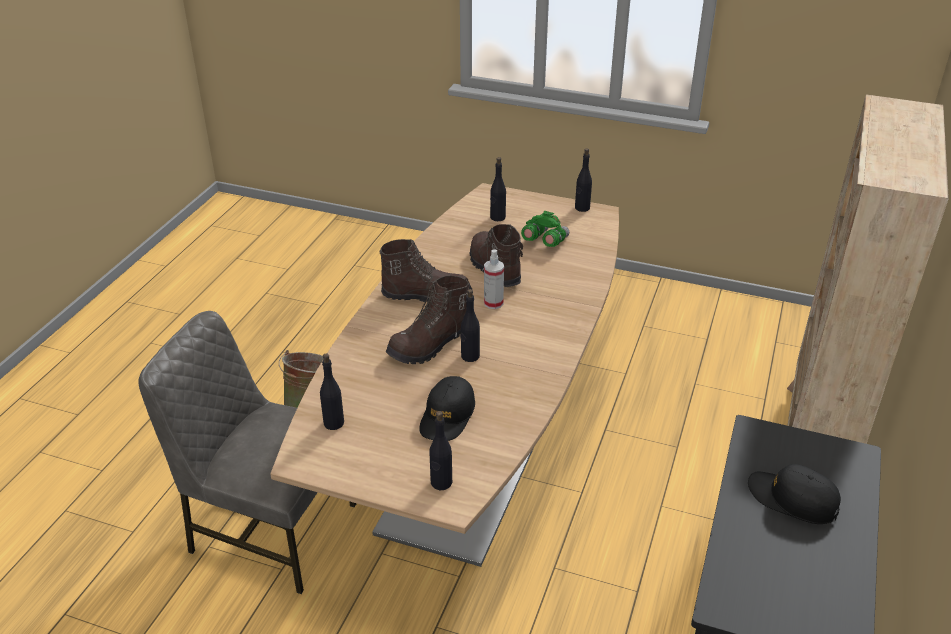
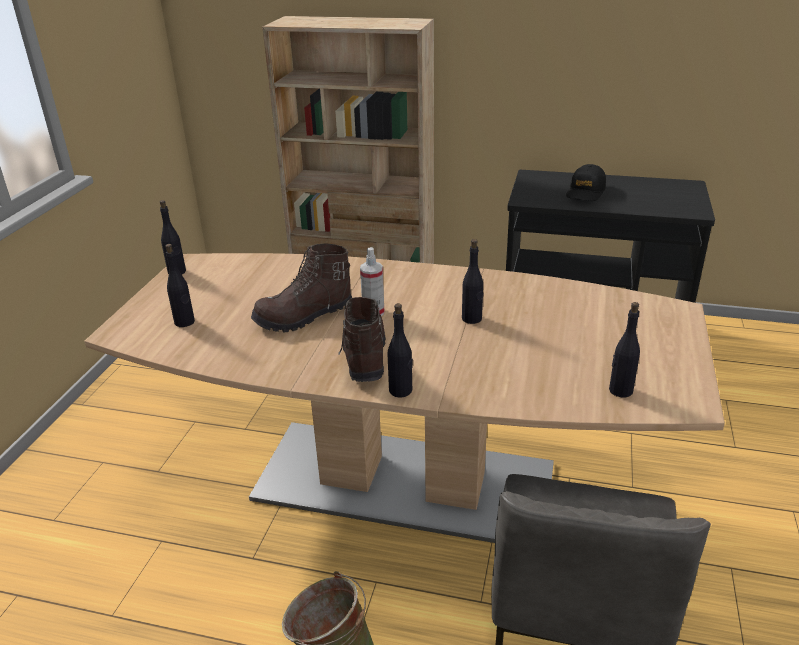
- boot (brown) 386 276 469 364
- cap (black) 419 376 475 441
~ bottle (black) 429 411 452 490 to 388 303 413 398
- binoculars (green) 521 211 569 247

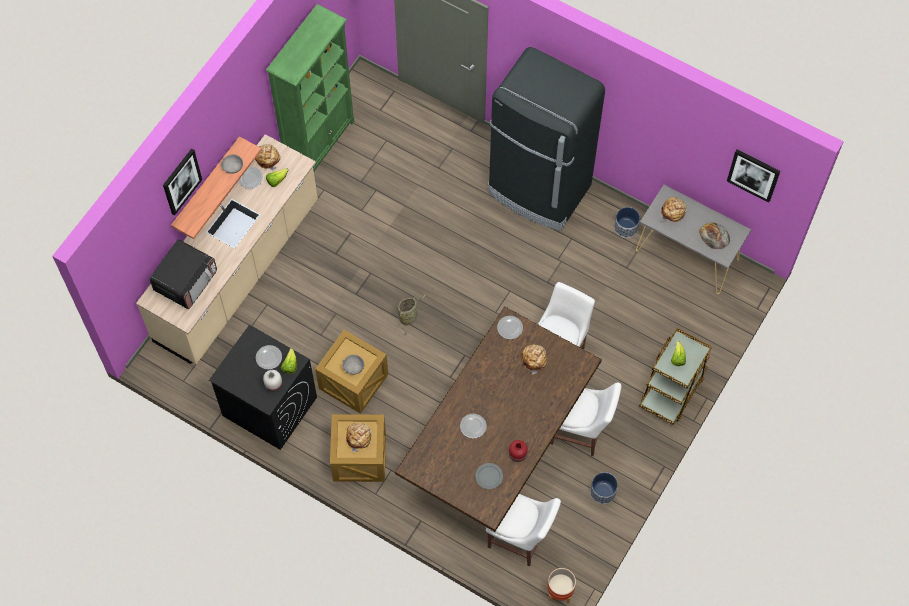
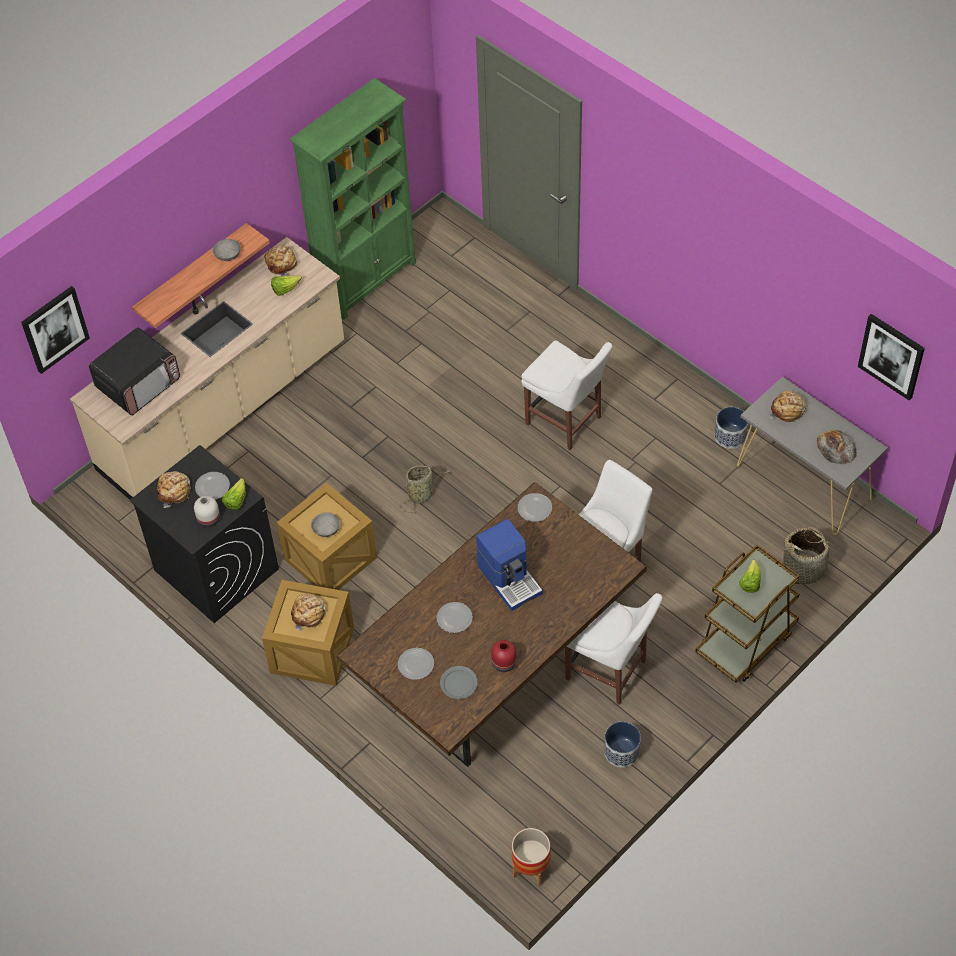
~ picture 163 148 202 215 to 21 286 90 374
~ plate 238 167 263 189 to 398 648 434 680
~ chair (white) 486 494 561 566 to 521 341 612 450
- fridge (black) 488 47 605 231
~ bread 522 345 548 374 to 157 471 191 508
+ coffee machine 476 519 543 611
+ basket 783 527 839 584

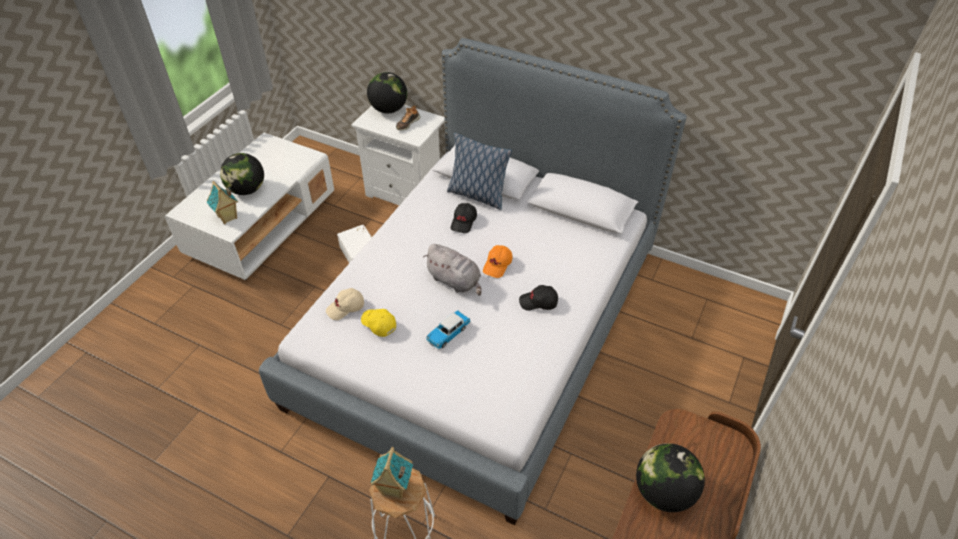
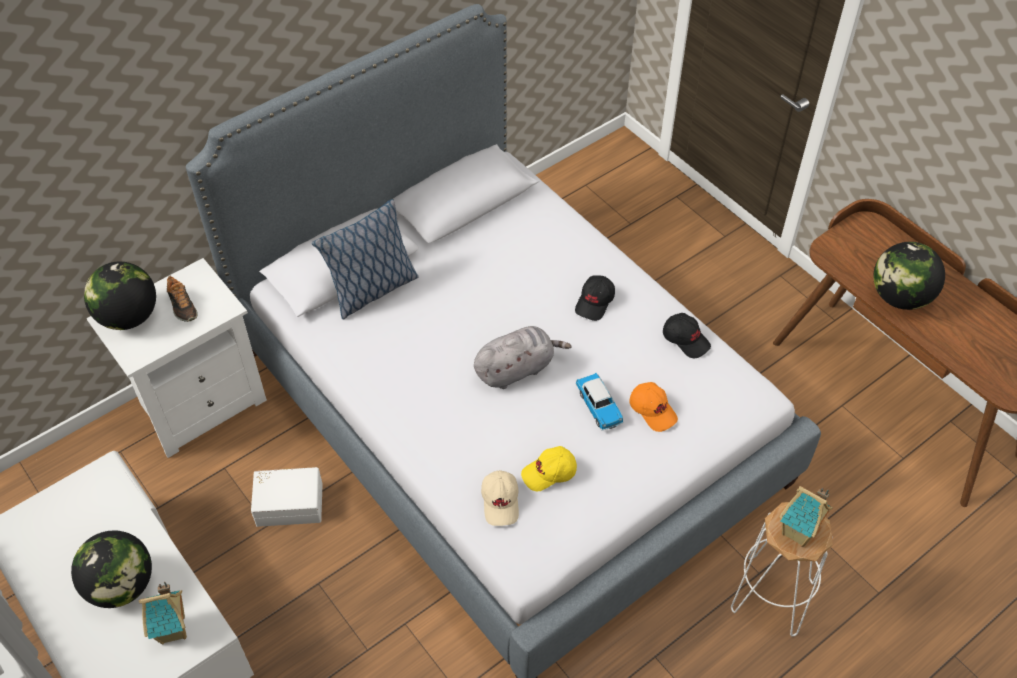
~ cap (black) 451 203 477 233 to 663 313 711 358
~ cap (orange) 483 245 512 278 to 630 382 678 432

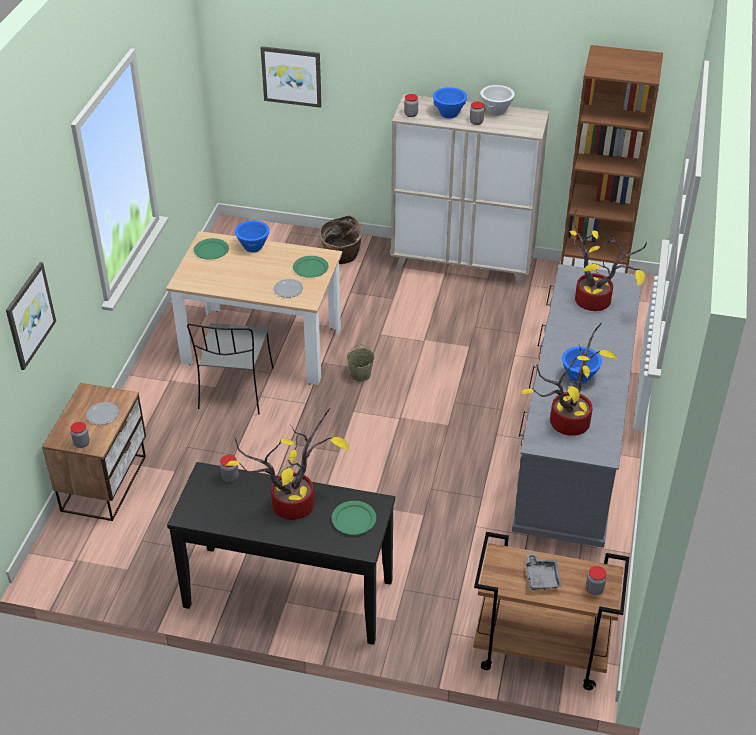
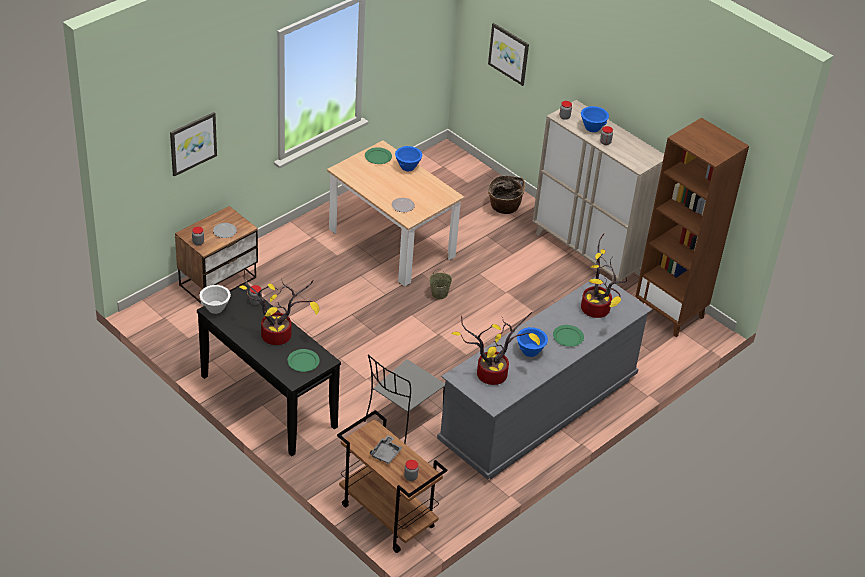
~ chair (grey) 187 323 274 415 to 364 354 445 444
~ plate (green) 293 256 329 278 to 553 325 584 347
~ bowl (white) 480 85 515 116 to 199 285 231 314

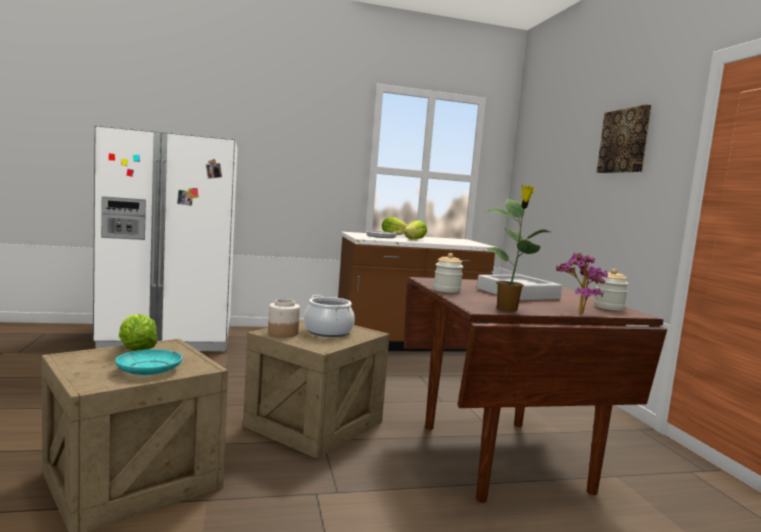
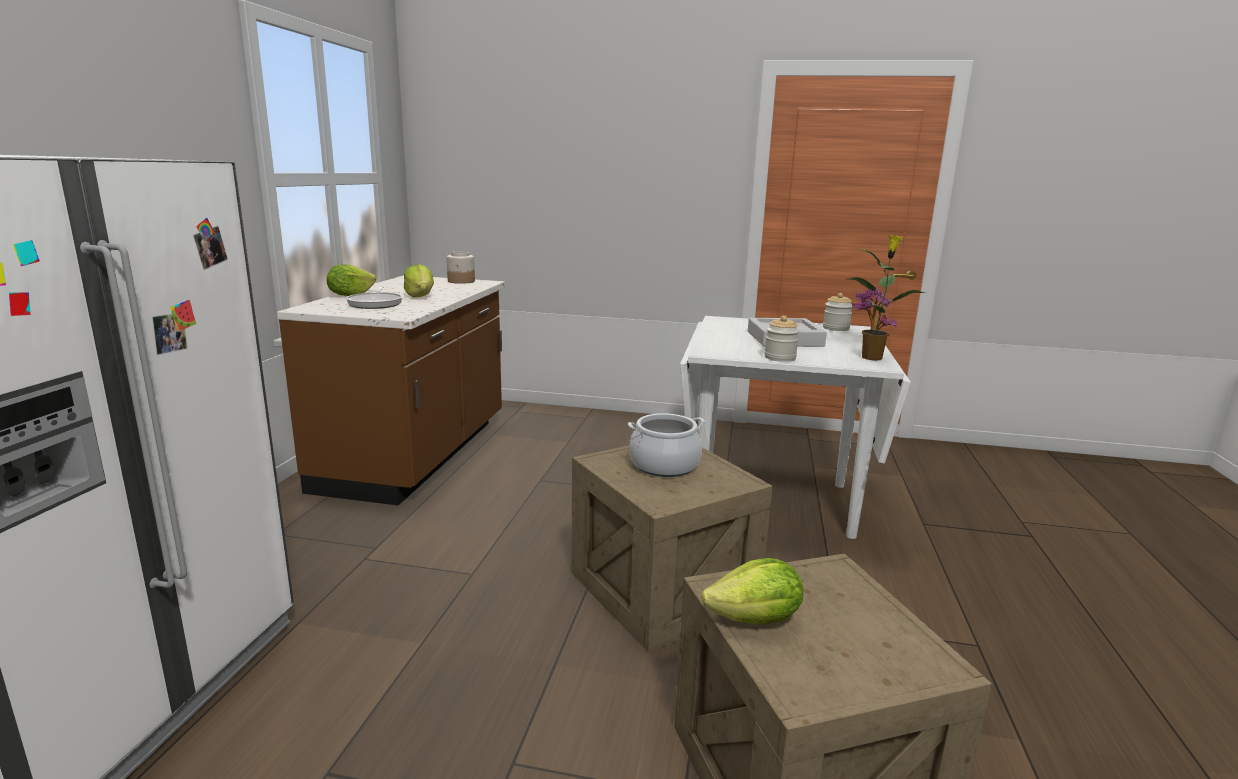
- plate (turquoise) 115 349 182 375
~ jar 268 299 300 337 to 447 251 475 284
~ dining table (brown) 404 277 667 503 to dining table (white) 680 316 911 539
- picture 597 105 652 173

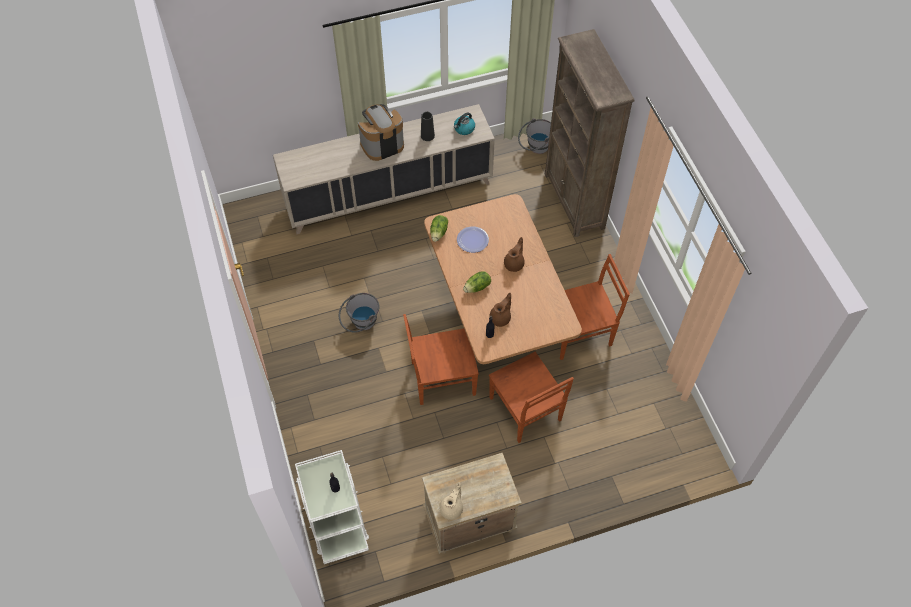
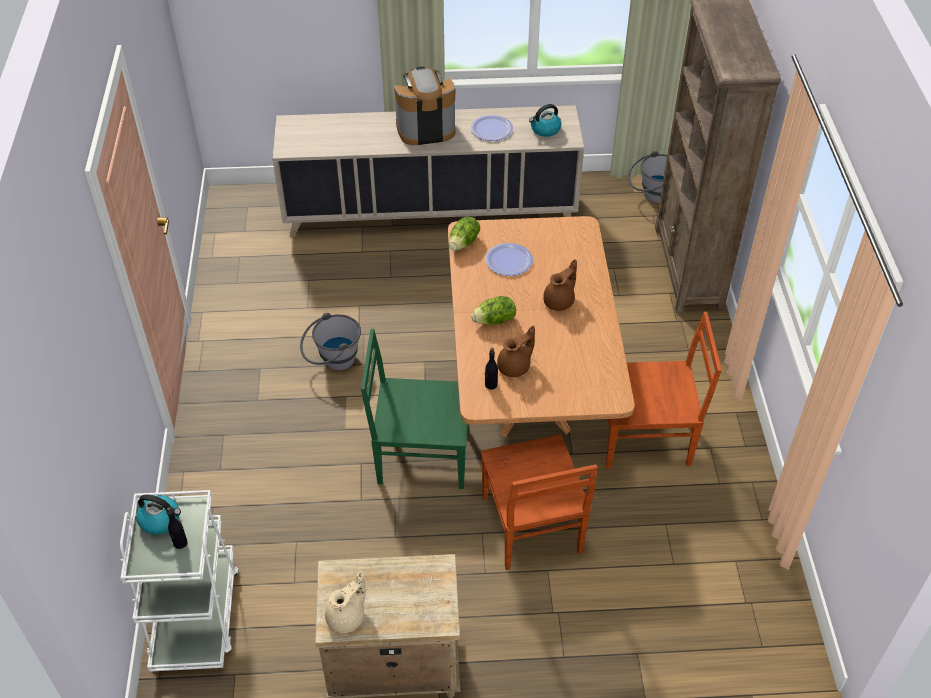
~ chair (brown) 403 314 479 405 to chair (green) 361 329 469 489
~ vase (black) 421 112 435 141 to plate 471 115 513 141
+ kettle 136 494 181 535

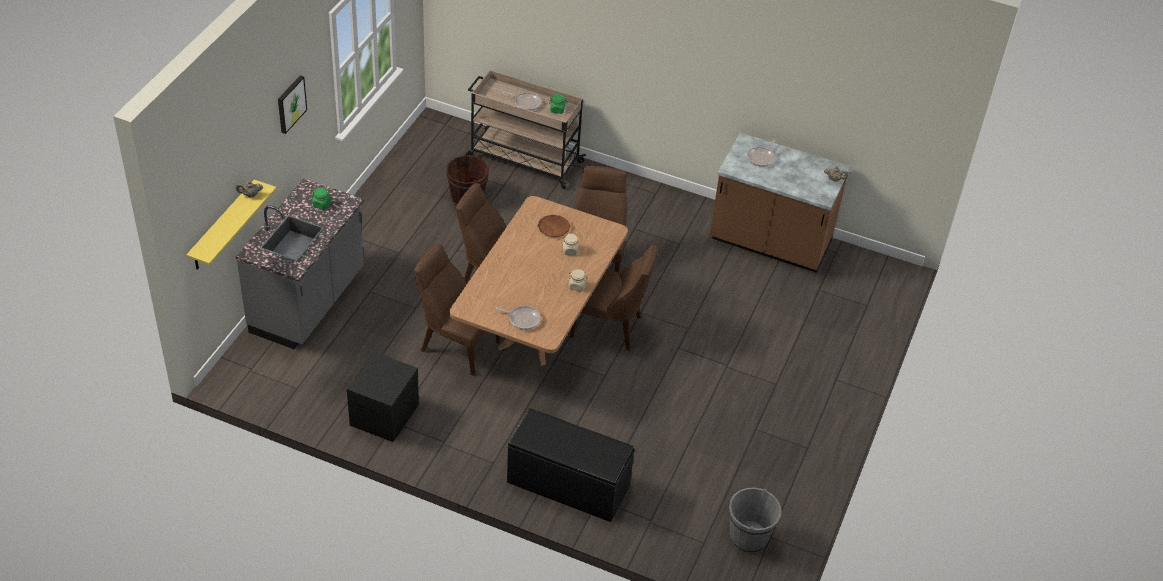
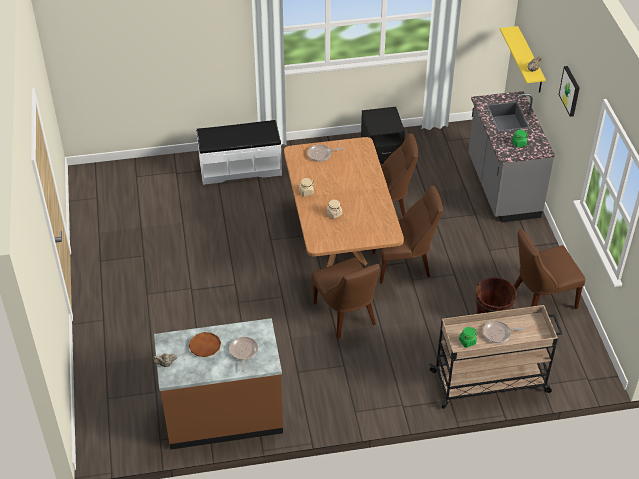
~ bench (black) 507 408 635 522 to bench (white) 196 120 282 185
~ plate (brown) 538 215 570 237 to 189 332 221 357
~ chair (brown) 570 244 657 350 to 514 229 585 309
- bucket (grey) 729 487 782 553

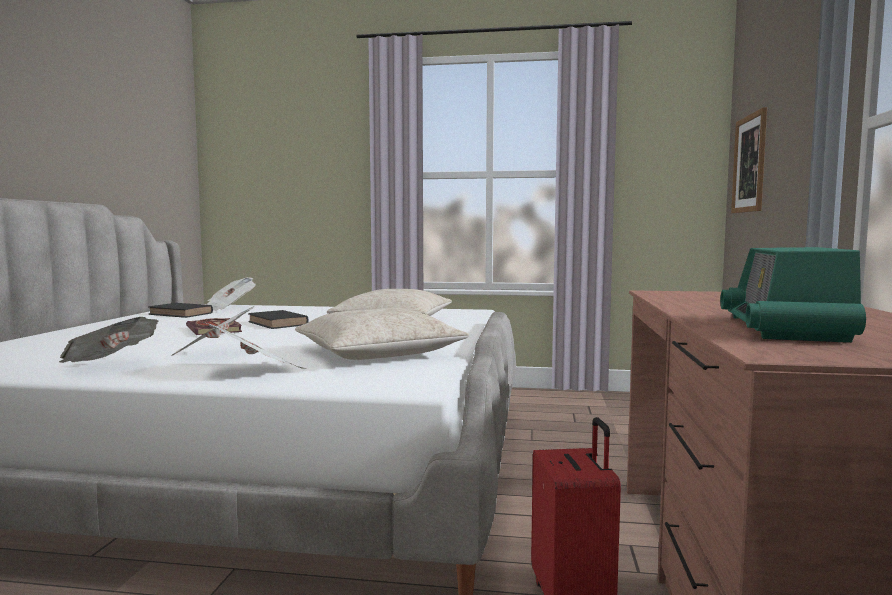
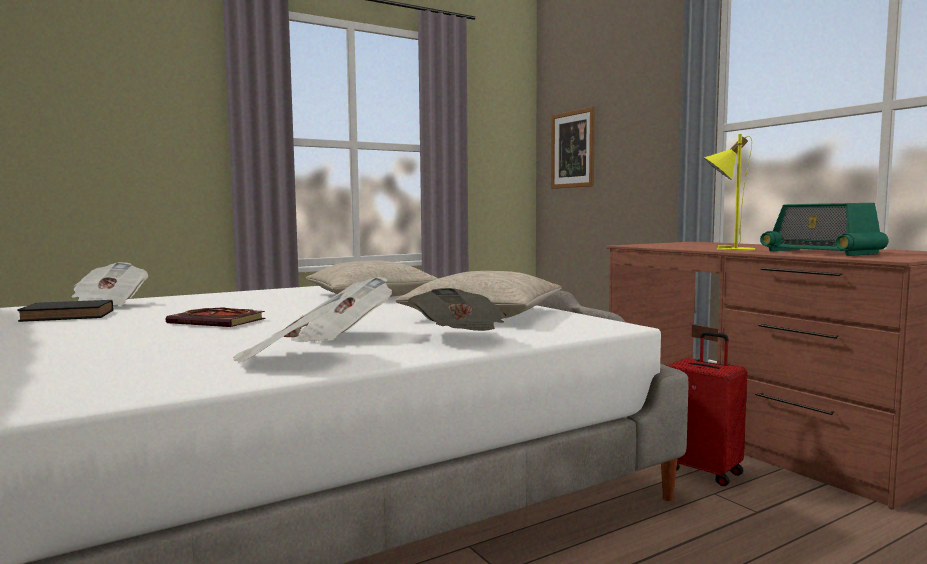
- book (black) 248 310 309 329
+ table lamp (yellow) 704 134 755 250

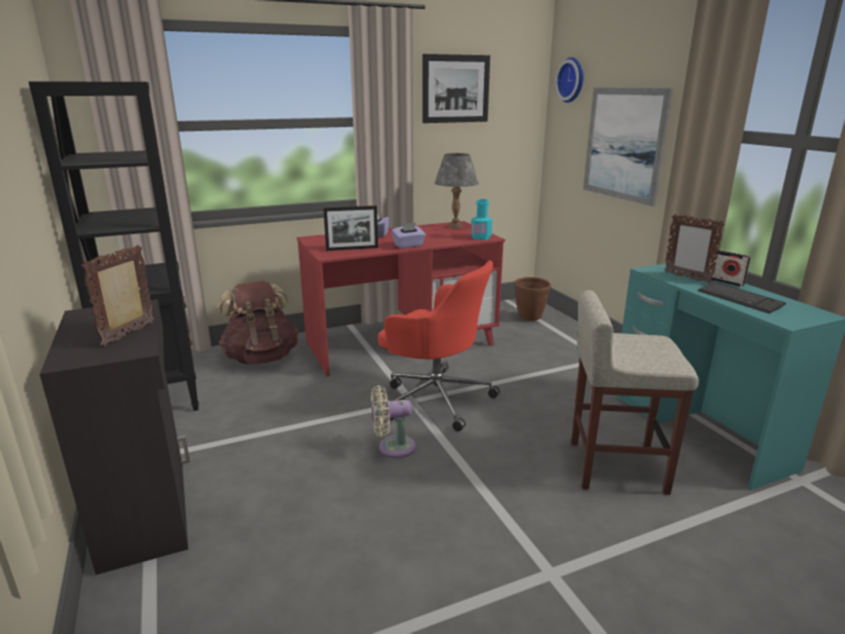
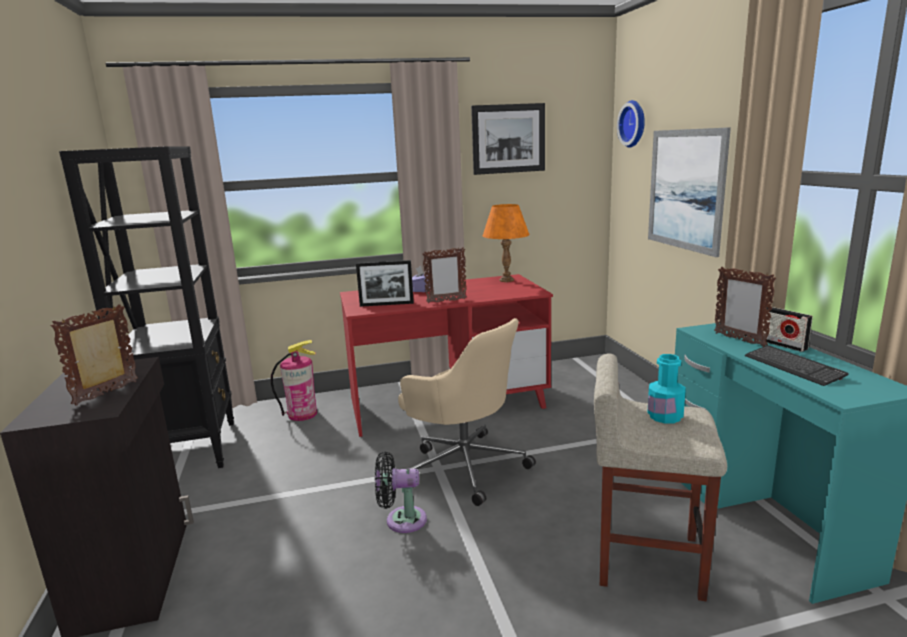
~ backpack (brown) 217 281 299 364 to fire extinguisher 271 340 317 421
~ fan (beige) 371 385 416 458 to fan (black) 375 451 427 533
~ office chair (red) 378 261 500 432 to office chair (beige) 398 318 536 506
~ tissue box (purple) 391 223 426 248 to picture frame 422 247 467 303
~ table lamp (grey) 434 153 479 228 to table lamp (orange) 483 204 530 282
~ bottle (turquoise) 471 199 492 240 to 647 354 686 424
- planter (brown) 515 277 551 321

